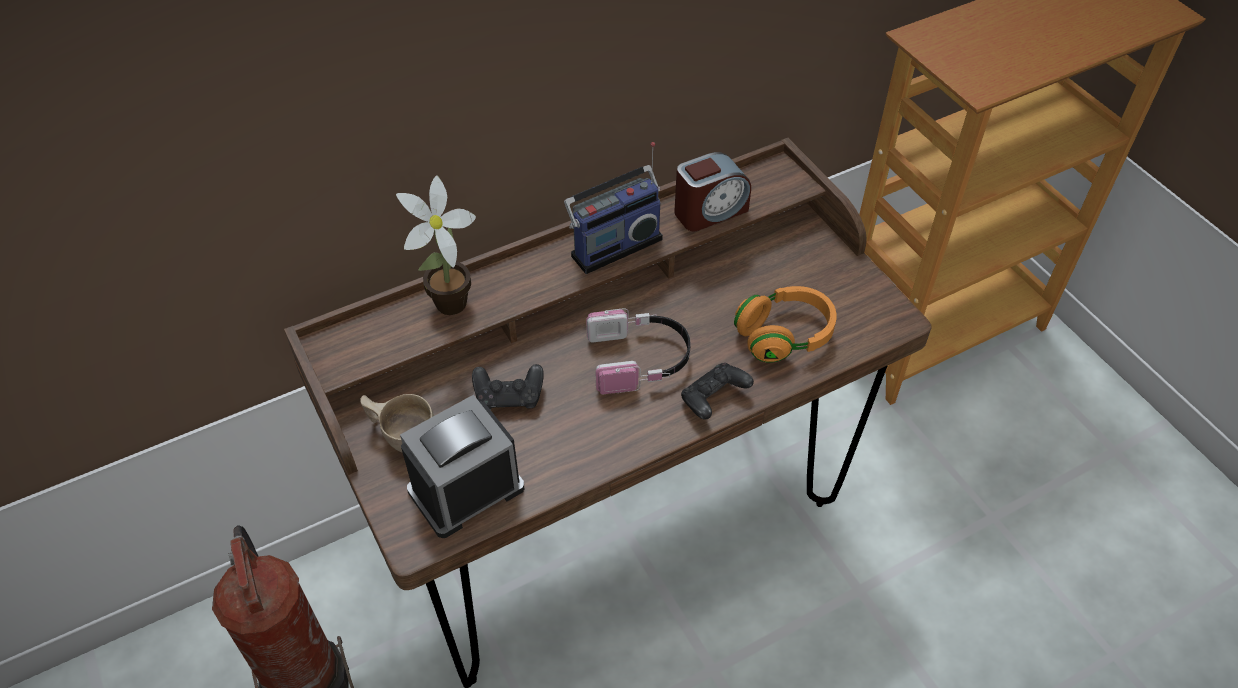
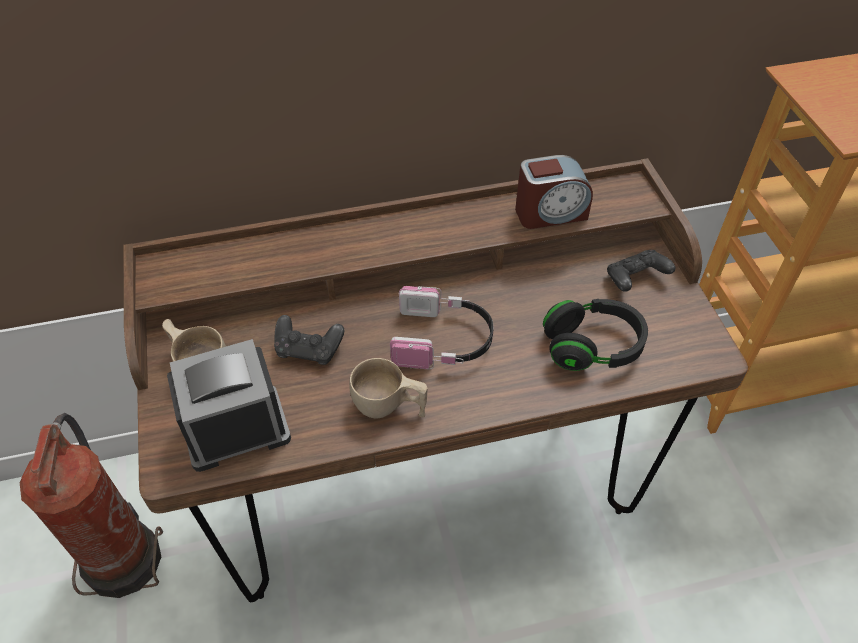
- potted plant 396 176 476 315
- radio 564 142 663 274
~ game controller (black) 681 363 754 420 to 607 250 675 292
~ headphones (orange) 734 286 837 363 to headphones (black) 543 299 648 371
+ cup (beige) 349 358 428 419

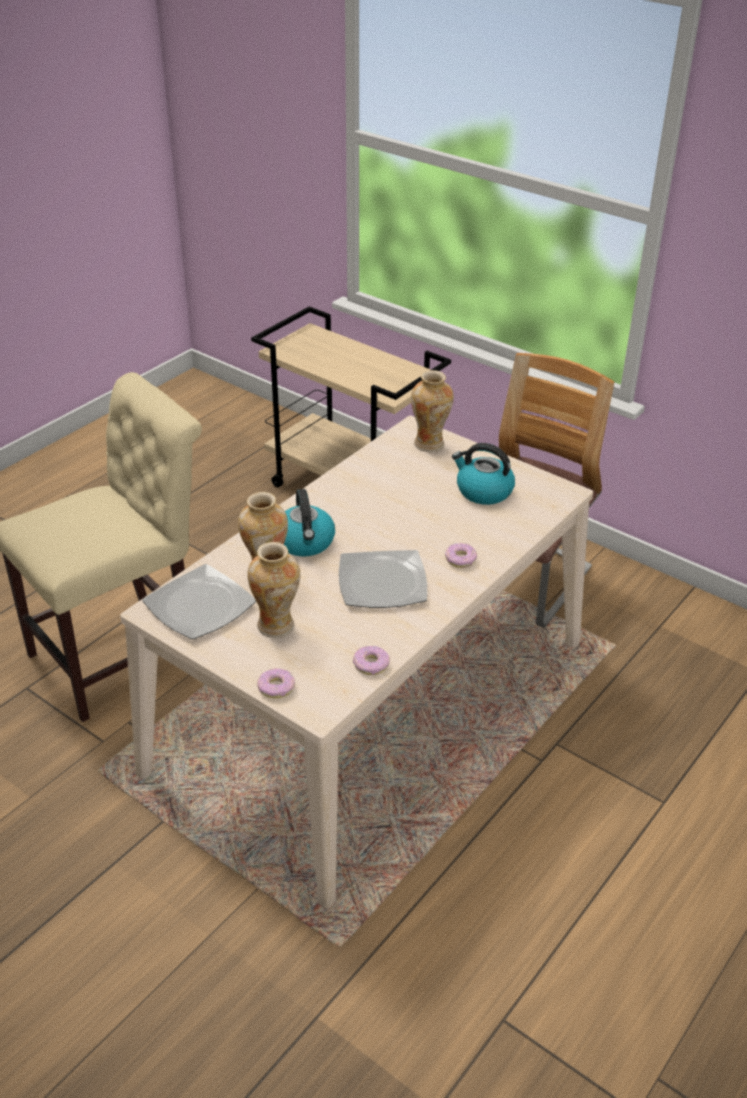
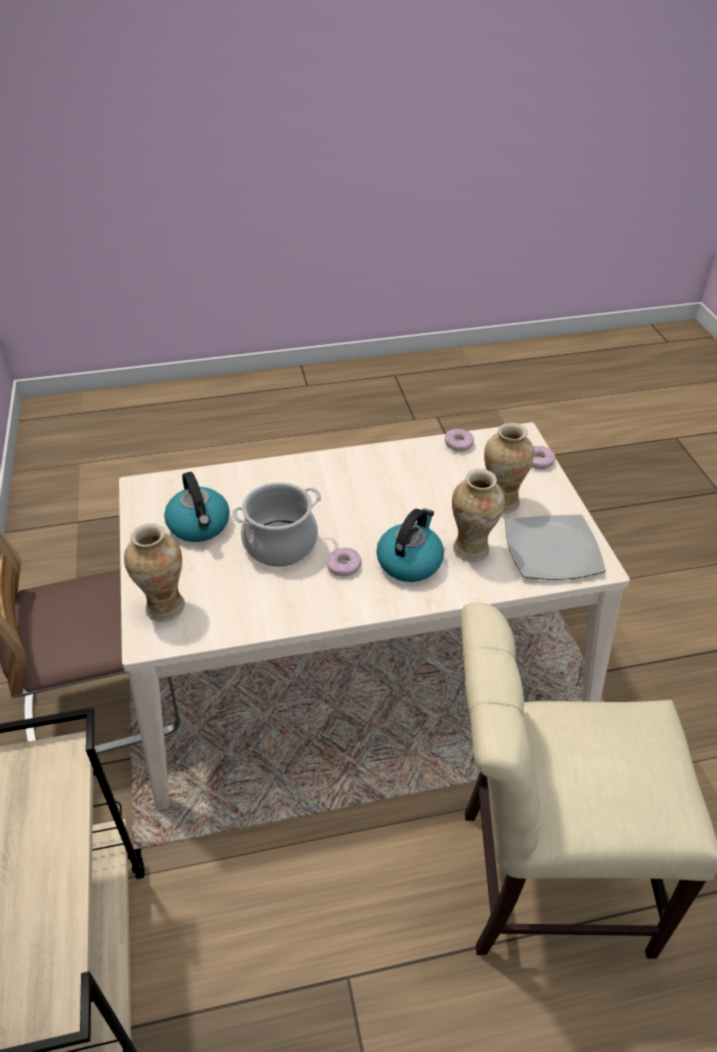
- plate 339 550 427 608
~ donut 445 543 477 568 to 326 547 361 576
+ cooking pot 232 482 321 566

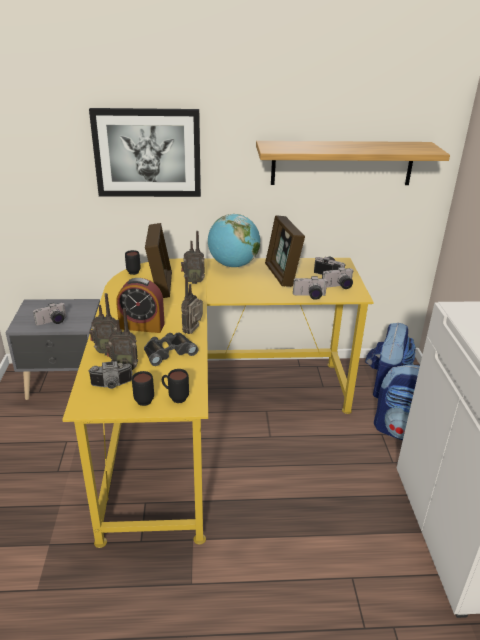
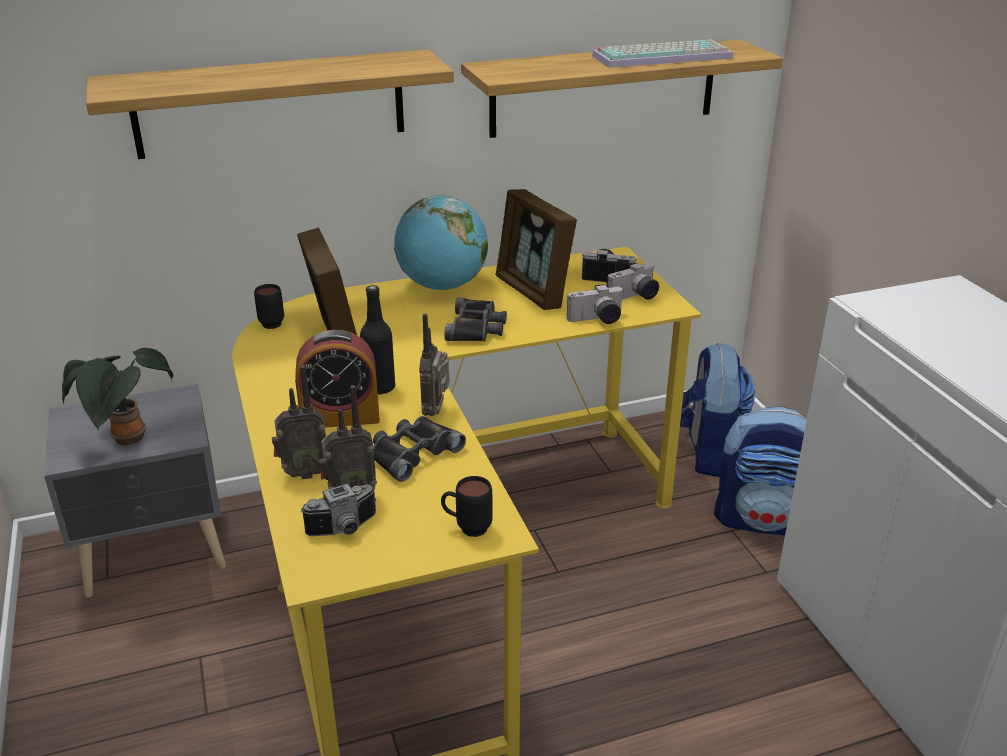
~ photo camera 33 303 66 326 to potted plant 62 348 174 446
~ picture 89 108 201 197 to shelf 86 49 454 159
- mug (black) 132 371 154 406
- radio 181 231 205 284
+ bottle (black) 360 285 395 395
+ binoculars (black) 444 298 507 341
+ keyboard 592 39 733 68

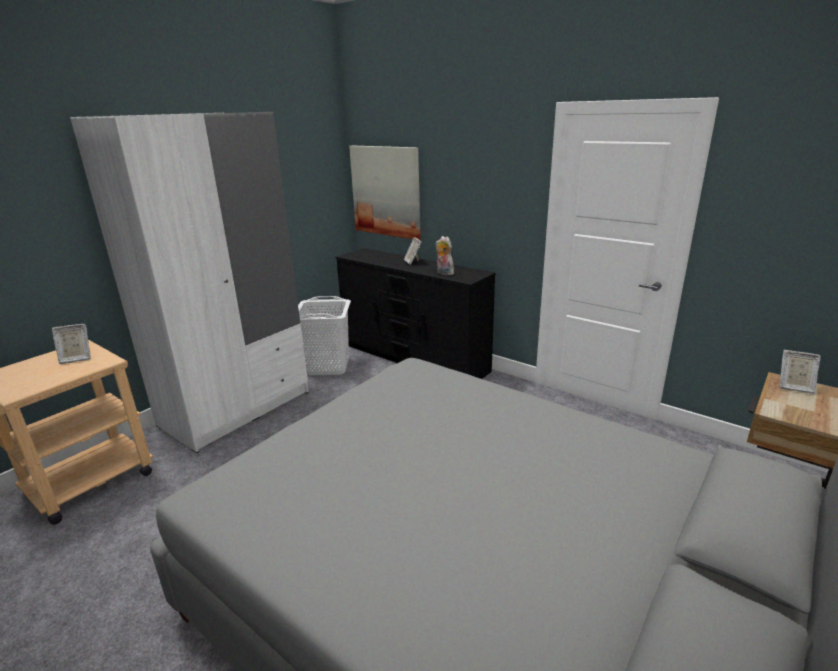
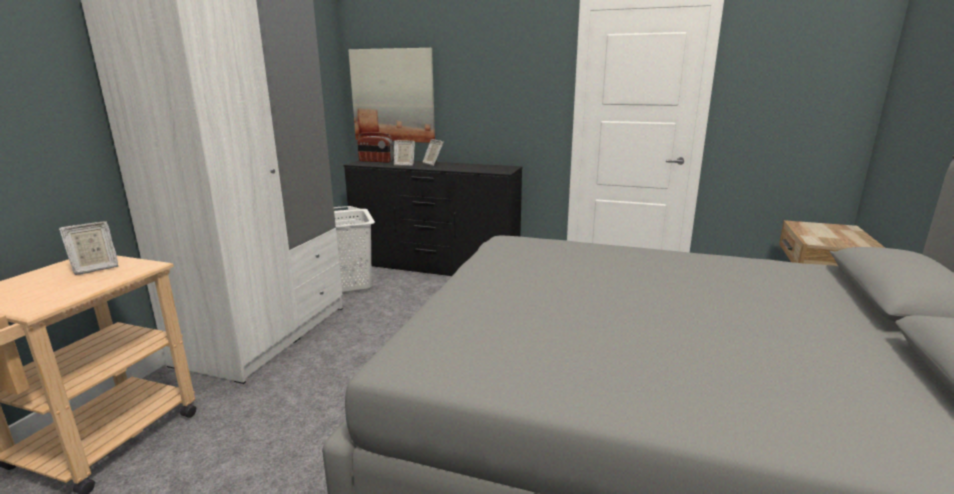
- plush toy 435 236 454 275
~ picture frame 779 350 821 394 to 394 140 415 166
+ radio 357 132 394 163

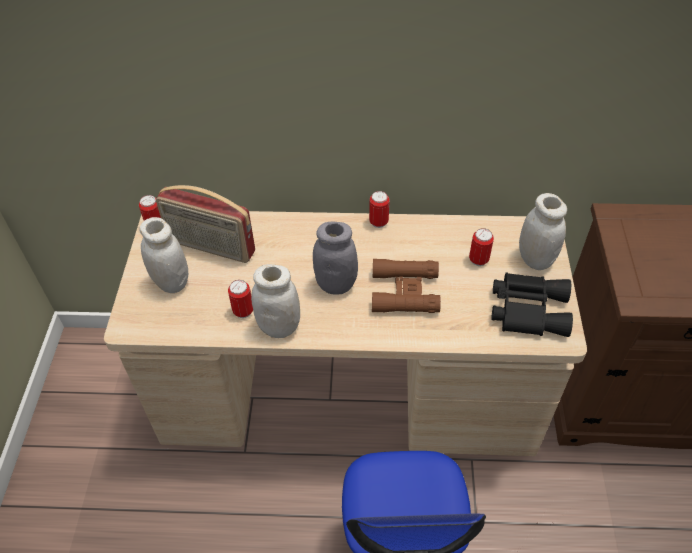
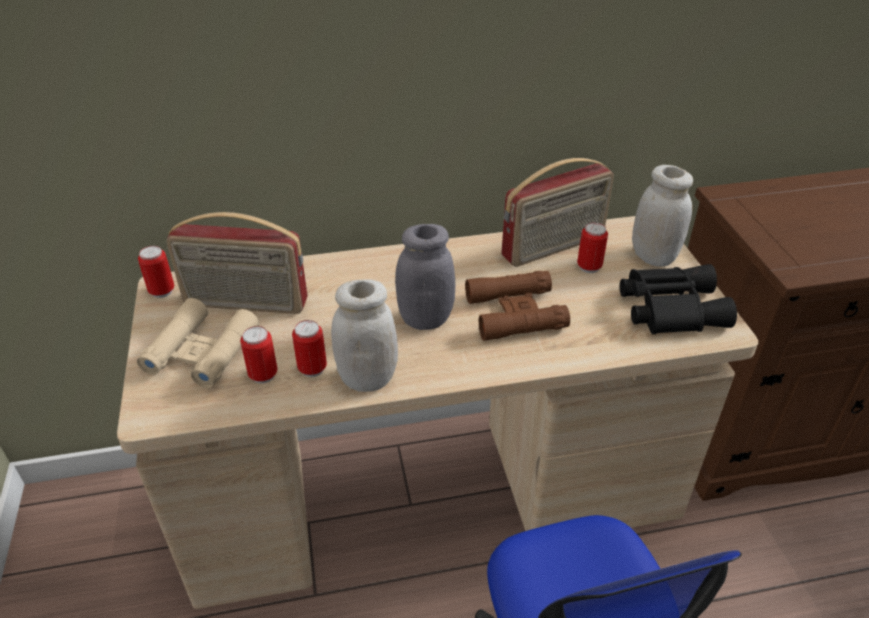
~ jar (white) 140 217 188 293 to binoculars (beige) 137 298 259 388
~ can 369 191 390 228 to 240 326 278 384
+ radio 501 158 614 267

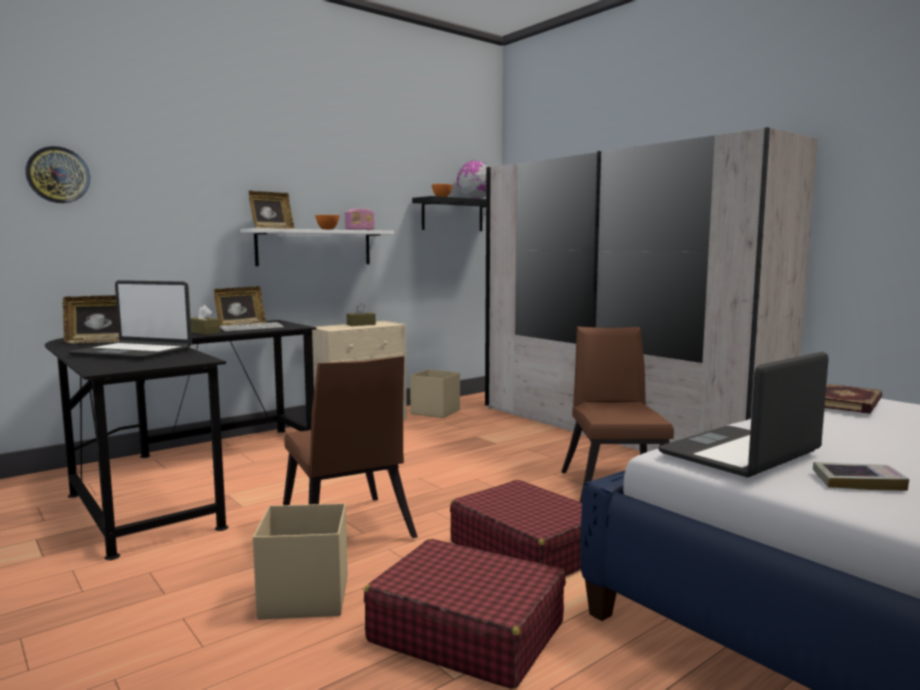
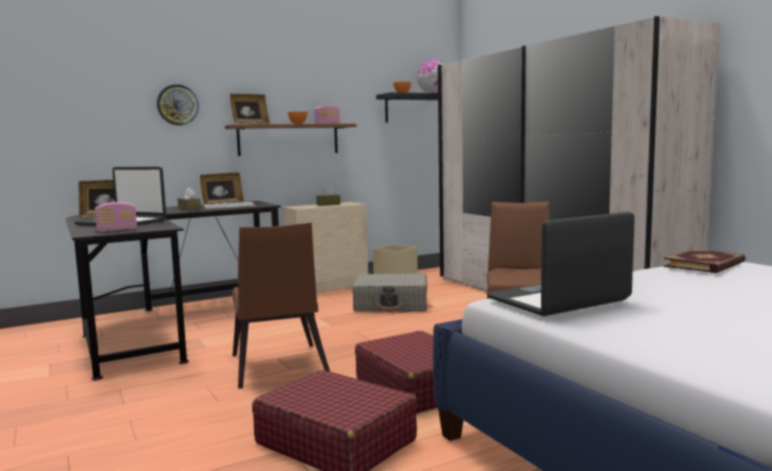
~ wall clock 25 146 90 203 to 157 84 199 125
~ shelf (white) 240 228 394 266 to shelf (brown) 225 124 356 156
- storage box (beige) 253 503 348 620
- book 813 462 910 491
+ radio 95 202 137 232
+ suitcase (grey) 352 273 427 312

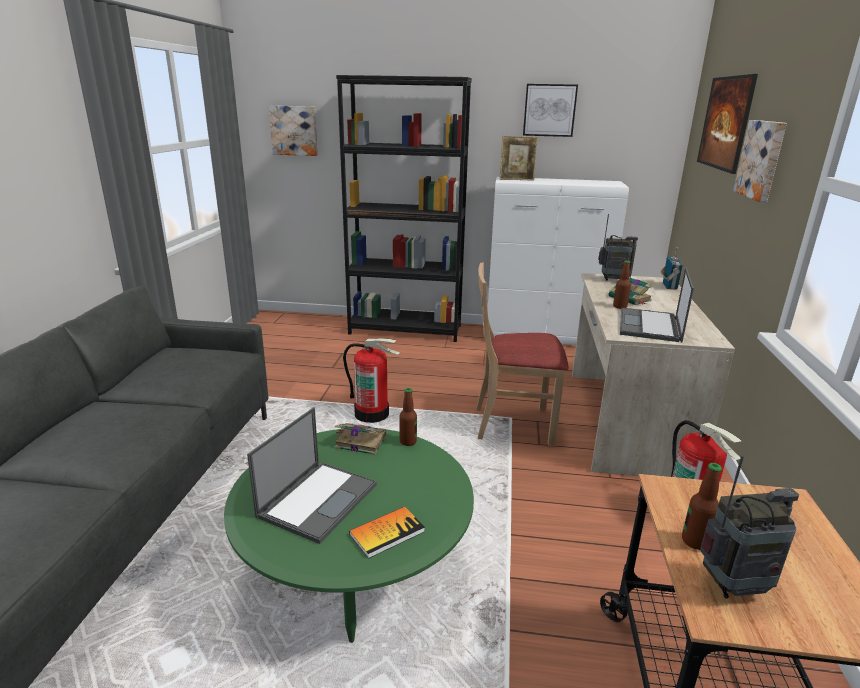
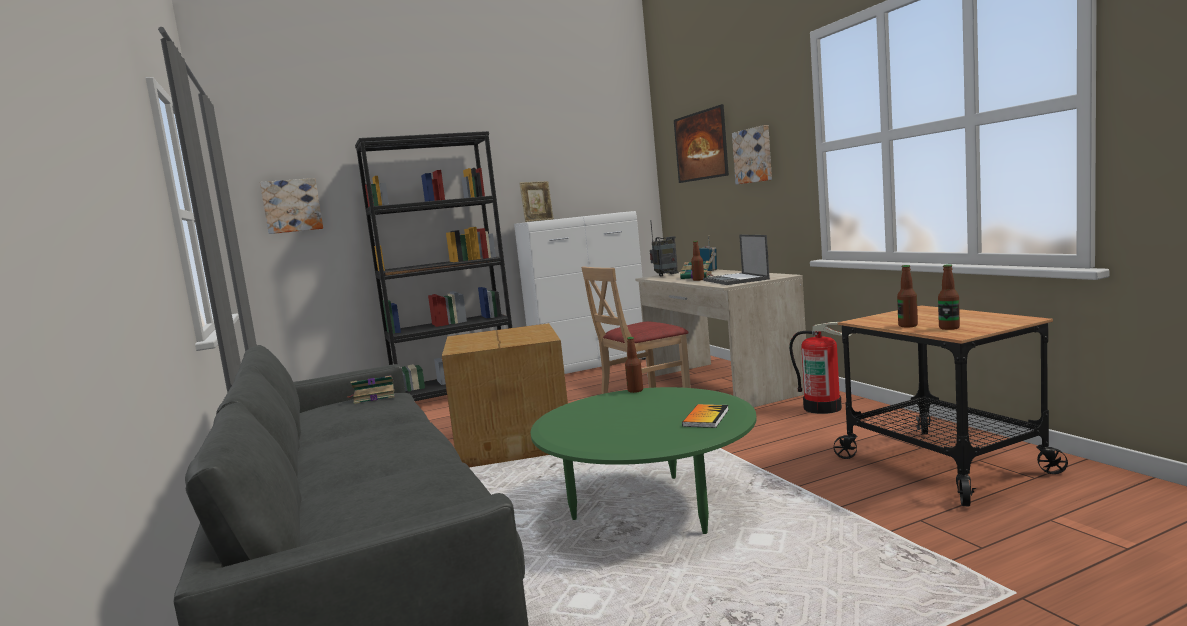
- laptop 247 407 377 544
~ book 334 423 386 455 to 347 375 395 404
~ fire extinguisher 343 338 400 423 to cardboard box 442 323 568 467
- picture 523 84 578 137
~ radio 700 455 799 599 to bottle 938 264 960 330

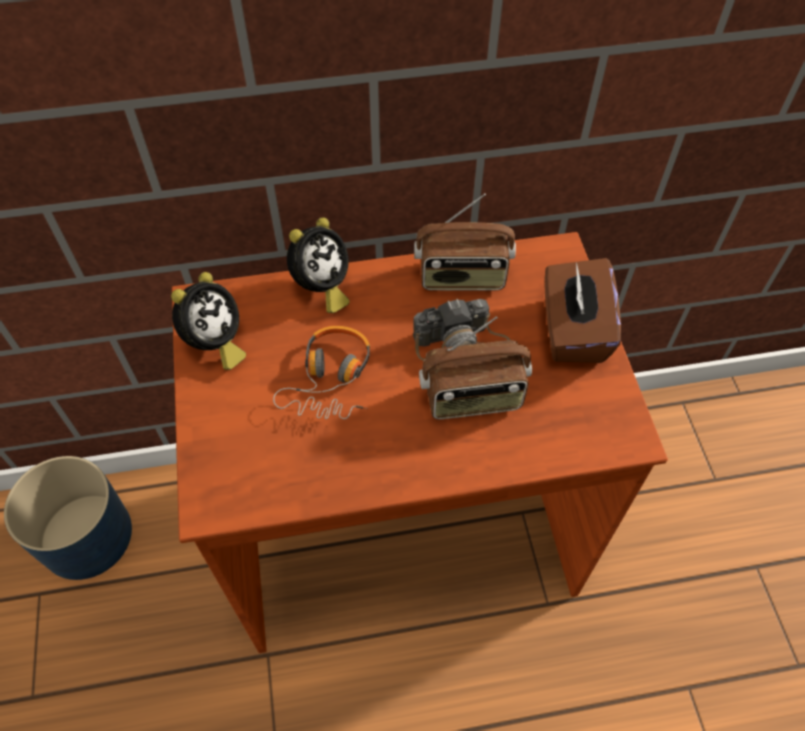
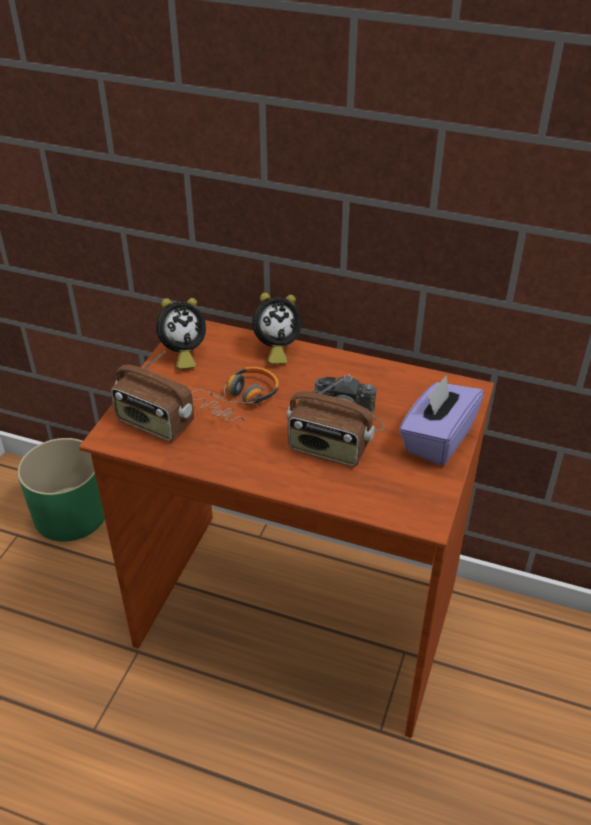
~ planter (blue) 4 456 132 580 to planter (green) 17 438 105 542
~ radio 414 193 516 291 to 111 351 194 441
~ tissue box (brown) 544 258 621 363 to tissue box (purple) 399 376 484 465

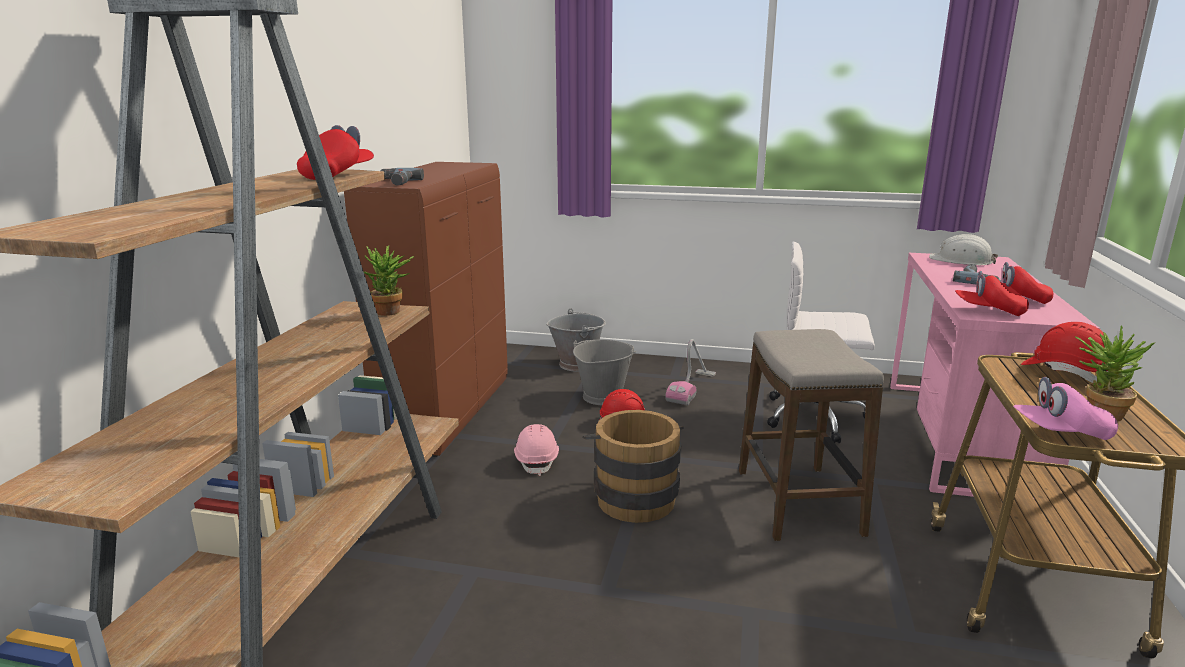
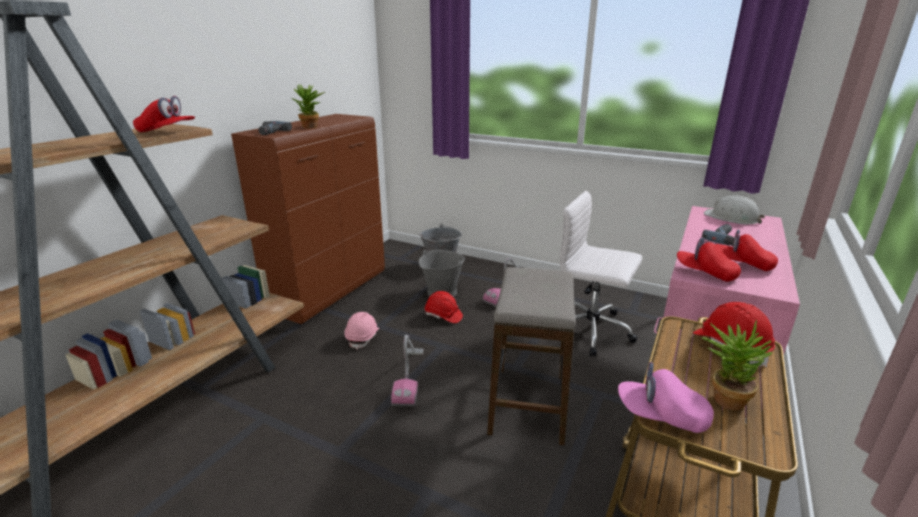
~ cap (red) 297 125 374 180 = 133 96 195 132 60 degrees clockwise
~ potted plant 363 246 415 316 to 292 84 325 128
~ bucket (brown) 583 410 684 523 to vacuum cleaner 391 335 424 406

